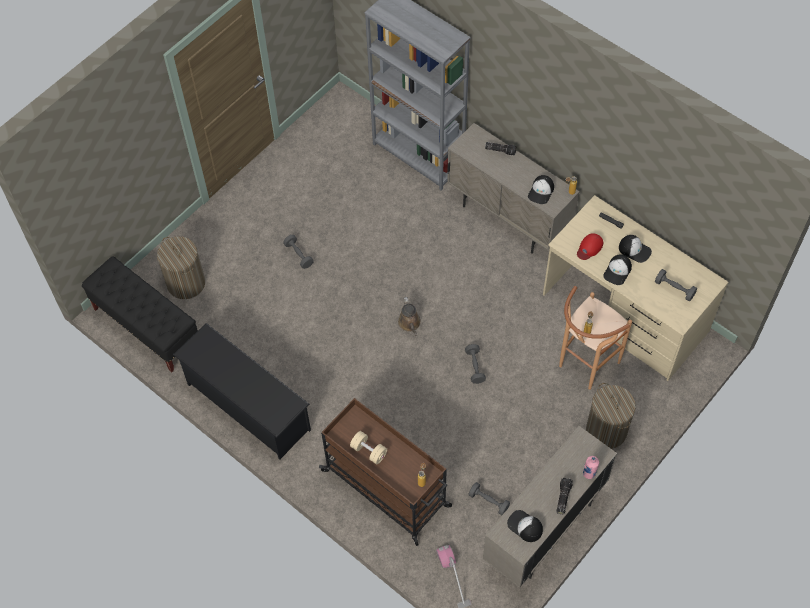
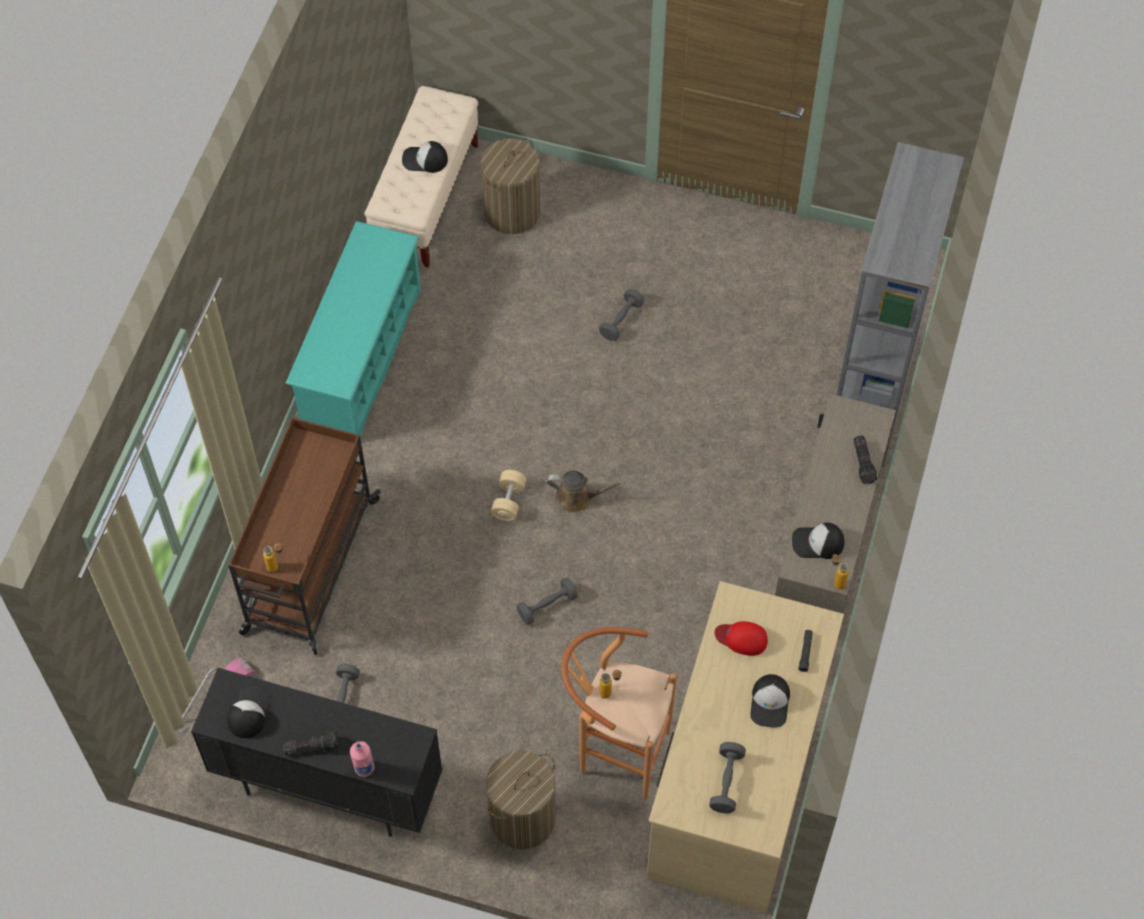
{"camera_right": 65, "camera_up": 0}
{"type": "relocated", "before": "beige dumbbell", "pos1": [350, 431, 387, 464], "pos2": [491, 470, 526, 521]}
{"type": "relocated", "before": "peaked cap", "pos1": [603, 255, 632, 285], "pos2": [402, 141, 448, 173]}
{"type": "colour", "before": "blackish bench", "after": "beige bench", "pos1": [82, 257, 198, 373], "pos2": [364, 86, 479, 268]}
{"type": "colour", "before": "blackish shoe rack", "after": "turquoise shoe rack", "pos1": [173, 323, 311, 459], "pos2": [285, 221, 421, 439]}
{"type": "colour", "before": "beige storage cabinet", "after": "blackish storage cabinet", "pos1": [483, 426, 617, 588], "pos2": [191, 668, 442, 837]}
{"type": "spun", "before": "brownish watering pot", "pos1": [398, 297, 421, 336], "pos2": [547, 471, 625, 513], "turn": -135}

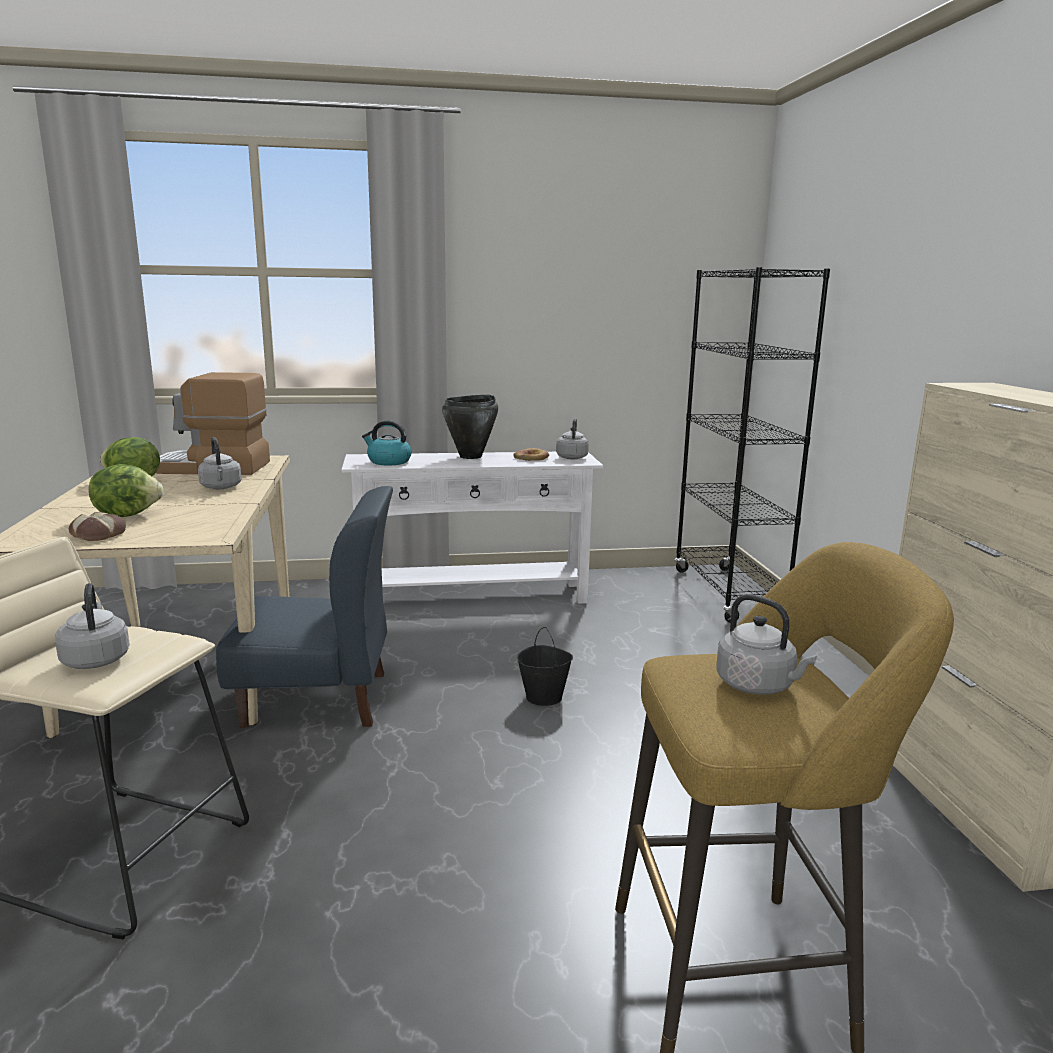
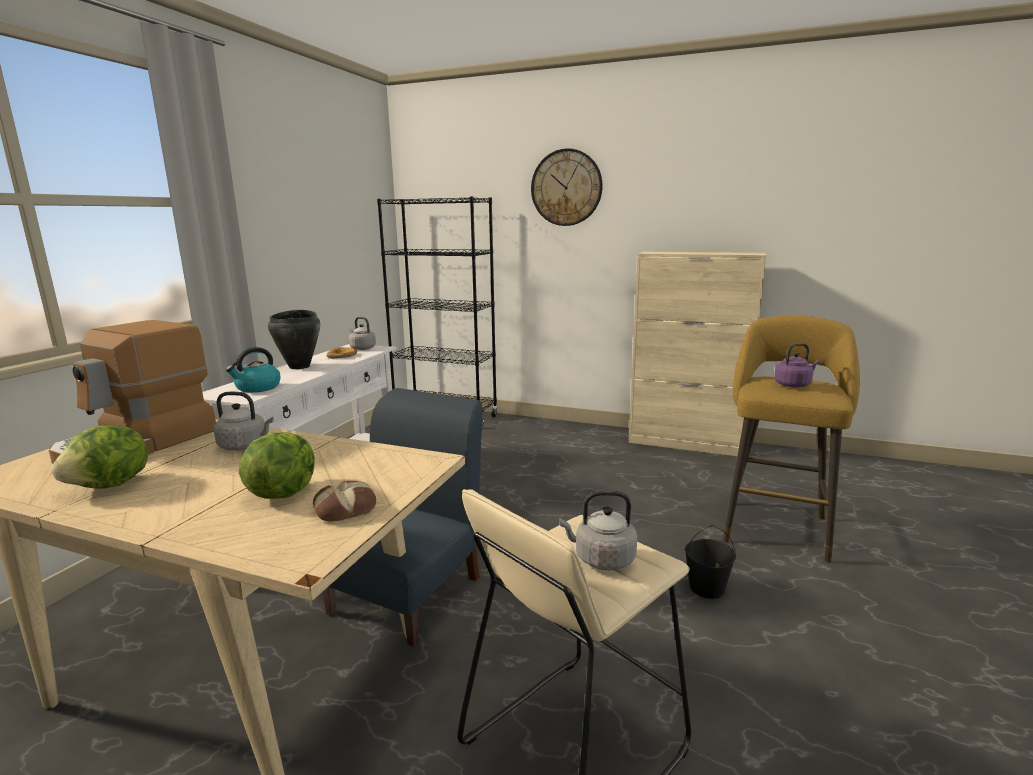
{"camera_right": -60, "camera_up": 0}
{"type": "appeared", "after": "clock on the wall", "pos2": [531, 148, 603, 226]}
{"type": "relocated", "before": "blackish pail", "pos1": [517, 627, 573, 706], "pos2": [685, 525, 736, 599]}
{"type": "colour", "before": "gray kettle", "after": "purplish kettle", "pos1": [716, 594, 817, 695], "pos2": [774, 343, 820, 387]}

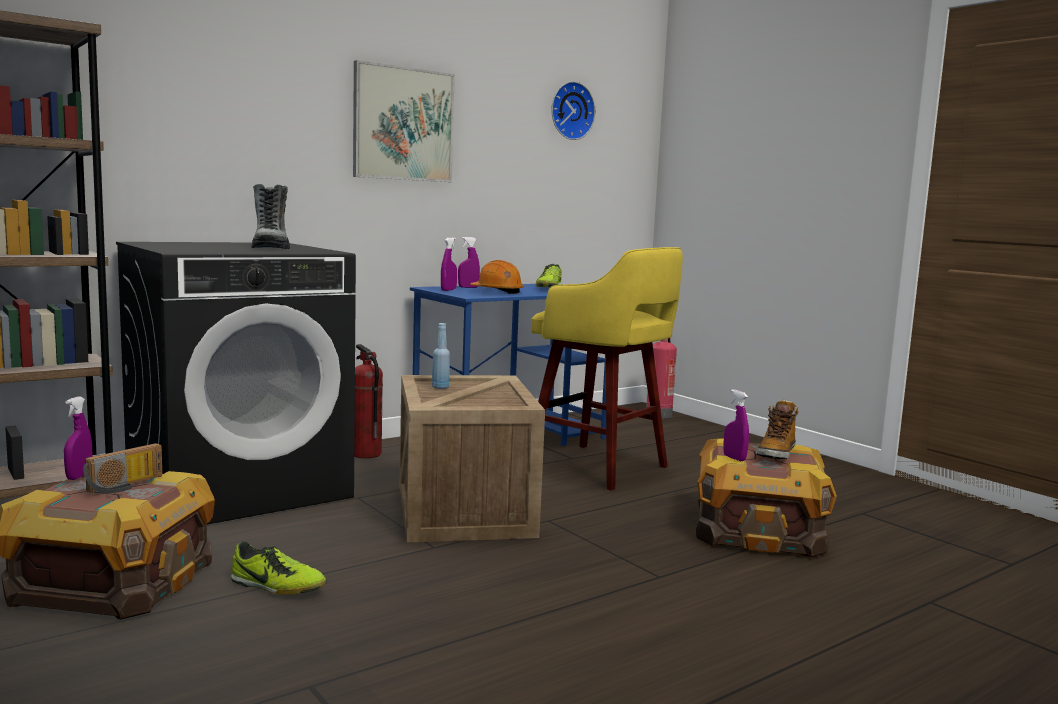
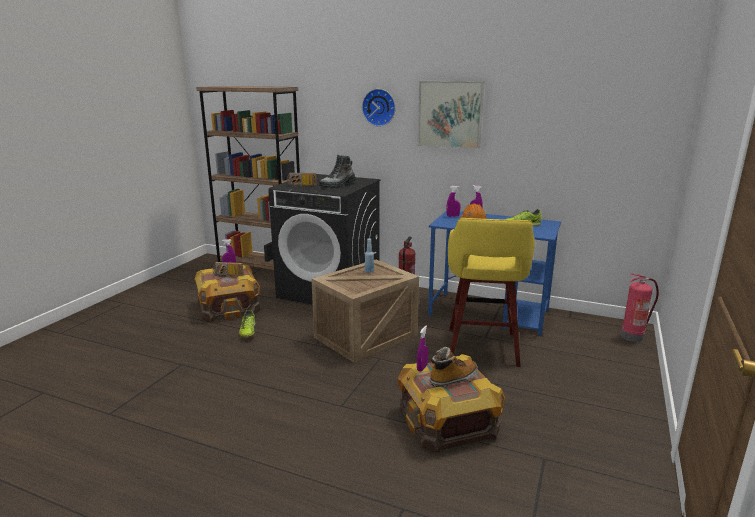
{"camera_right": 60, "camera_up": 10}
{"type": "appeared", "after": "radio receiver", "pos2": [287, 173, 317, 187]}
{"type": "relocated", "before": "clock on the wall", "pos1": [551, 81, 595, 140], "pos2": [362, 89, 396, 126]}
{"type": "spun", "before": "boot", "pos1": [756, 399, 799, 459], "pos2": [430, 347, 477, 387], "turn": 150}

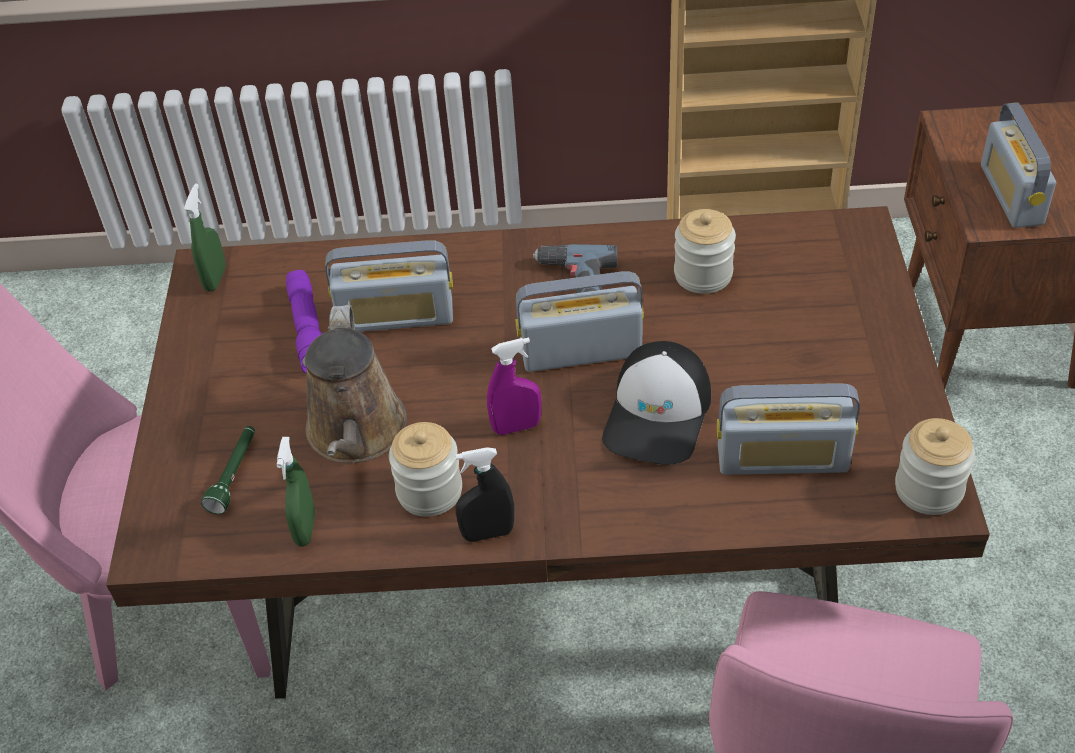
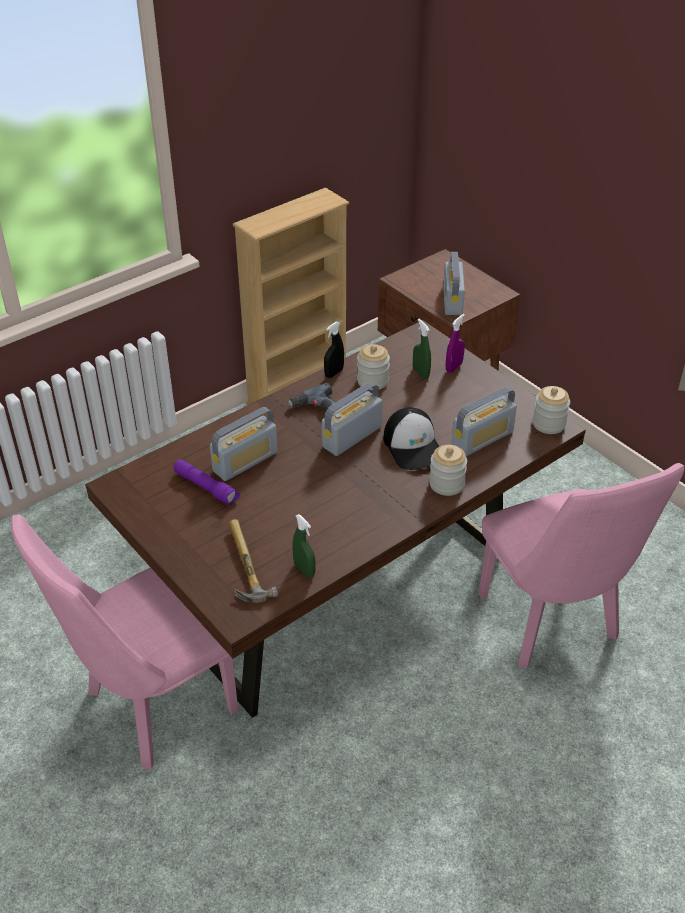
{"camera_right": -40, "camera_up": -5}
{"type": "missing", "before": "brownish watering pot", "pos1": [305, 304, 407, 463]}
{"type": "relocated", "before": "green hand sprayer", "pos1": [184, 183, 226, 292], "pos2": [413, 319, 431, 379]}
{"type": "relocated", "before": "storage jar", "pos1": [389, 422, 462, 517], "pos2": [429, 445, 467, 496]}
{"type": "relocated", "before": "blackish hand sprayer", "pos1": [455, 447, 514, 542], "pos2": [324, 322, 344, 378]}
{"type": "relocated", "before": "purplish hand sprayer", "pos1": [487, 337, 541, 435], "pos2": [446, 314, 465, 373]}
{"type": "exchanged", "before": "green torch", "after": "hammer", "pos1": [201, 426, 255, 514], "pos2": [229, 519, 279, 603]}
{"type": "spun", "before": "radio receiver", "pos1": [981, 102, 1056, 228], "pos2": [443, 252, 465, 315], "turn": 45}

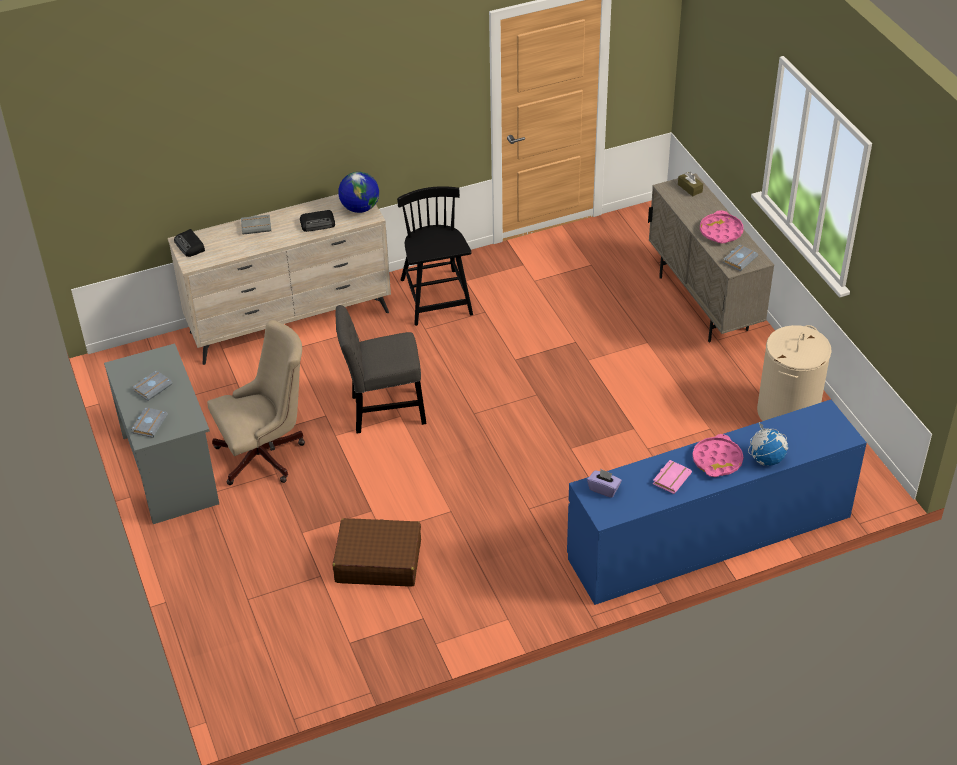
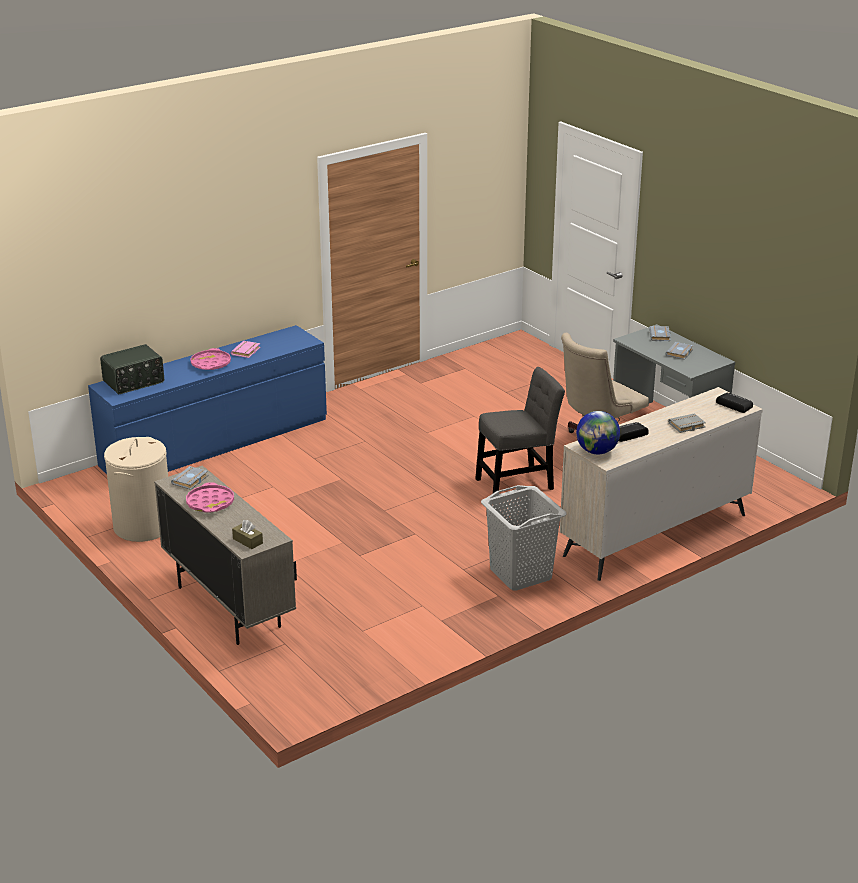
{"camera_right": 165, "camera_up": -15}
{"type": "missing", "before": "brownish piece of luggage", "pos1": [333, 518, 421, 586]}
{"type": "missing", "before": "purplish box of tissues", "pos1": [587, 469, 622, 498]}
{"type": "missing", "before": "world globe", "pos1": [748, 422, 788, 466]}
{"type": "appeared", "after": "radio receiver", "pos2": [100, 344, 164, 394]}
{"type": "exchanged", "before": "blackish upright chair", "after": "gray washing basket", "pos1": [397, 186, 473, 326], "pos2": [481, 485, 566, 590]}

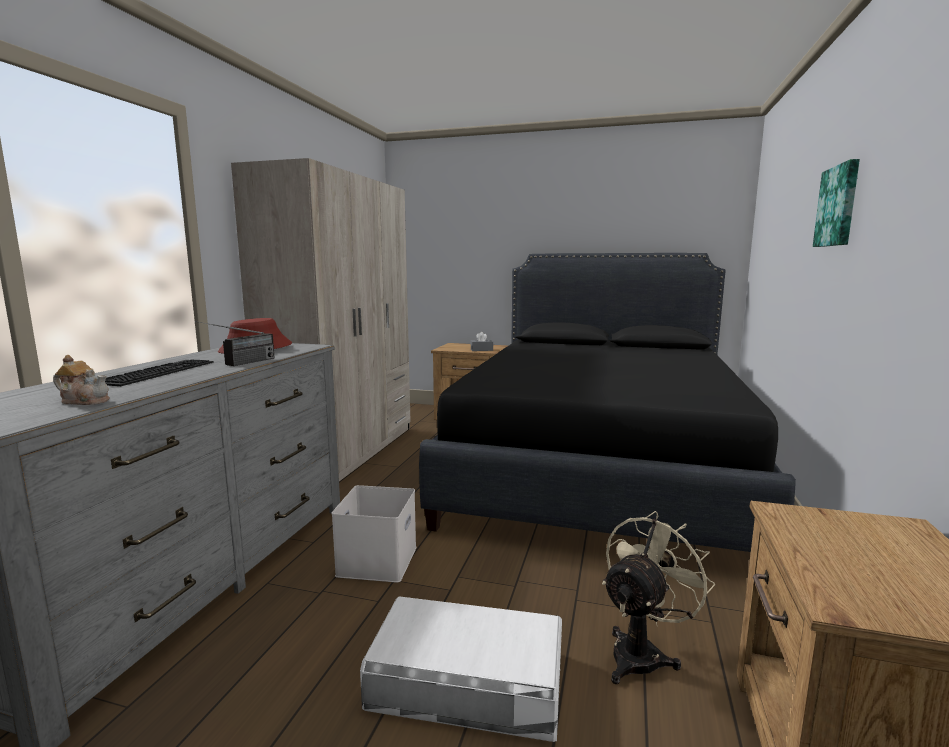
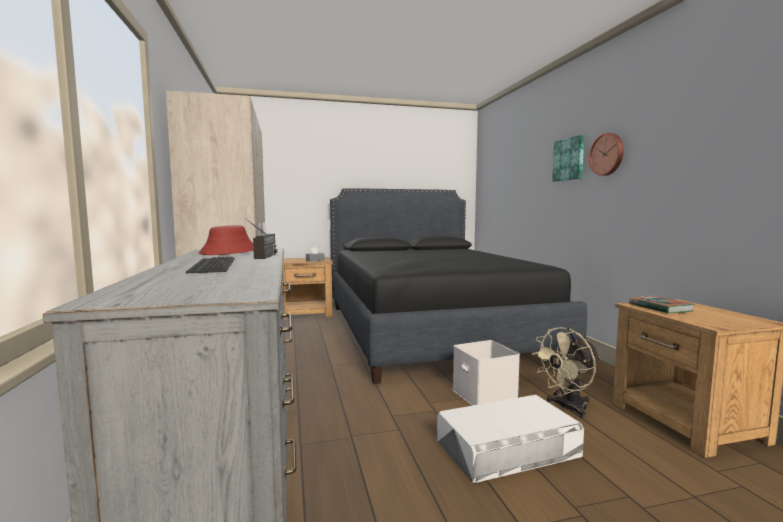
{"camera_right": -30, "camera_up": -5}
{"type": "missing", "before": "pot for tea", "pos1": [53, 355, 110, 405]}
{"type": "appeared", "after": "clock on the wall", "pos2": [589, 133, 624, 176]}
{"type": "appeared", "after": "book", "pos2": [629, 296, 695, 314]}
{"type": "relocated", "before": "whitish storage container", "pos1": [332, 485, 416, 583], "pos2": [453, 340, 520, 406]}
{"type": "spun", "before": "beige fan", "pos1": [602, 511, 715, 684], "pos2": [532, 327, 600, 419], "turn": -135}

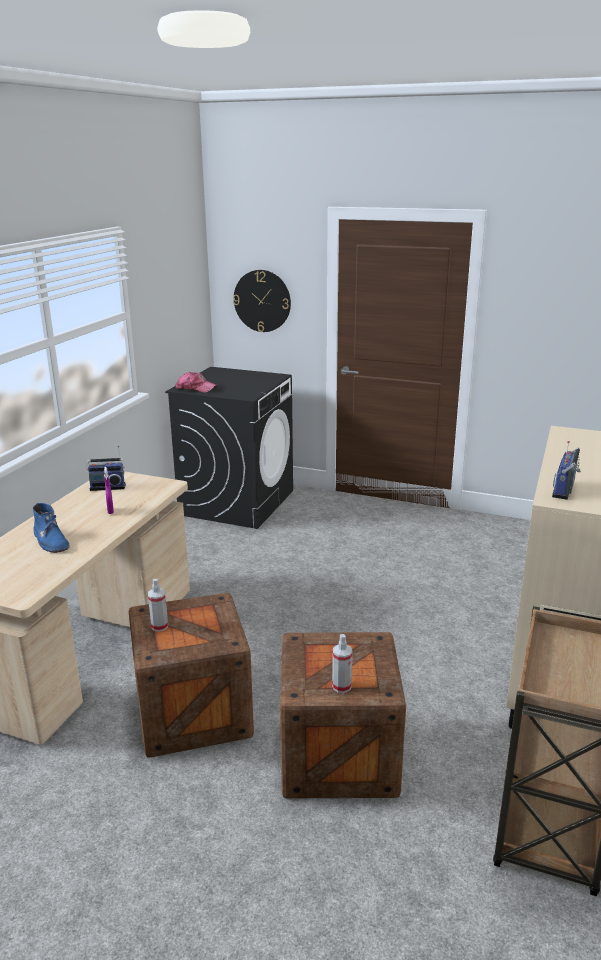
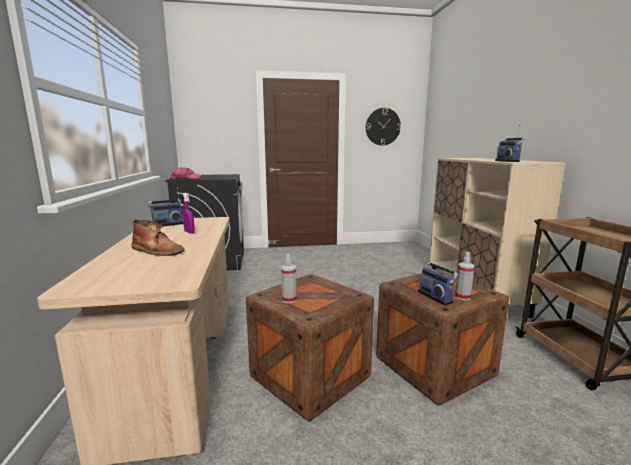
{"camera_right": -30, "camera_up": -10}
{"type": "appeared", "after": "radio receiver", "pos2": [418, 257, 458, 306]}
{"type": "relocated", "before": "clock on the wall", "pos1": [233, 270, 291, 332], "pos2": [366, 108, 401, 145]}
{"type": "colour", "before": "blue-coloured boot", "after": "brownish boot", "pos1": [33, 503, 70, 553], "pos2": [131, 219, 184, 256]}

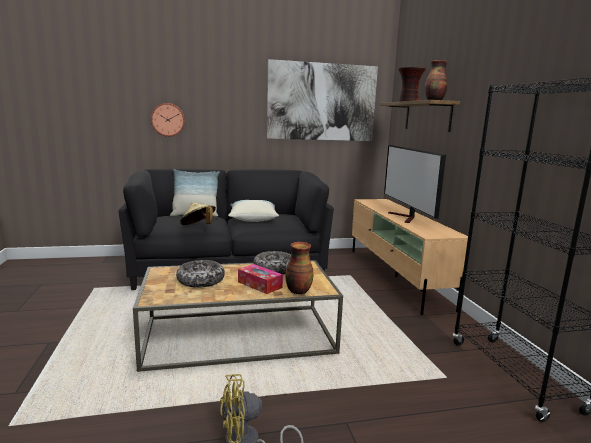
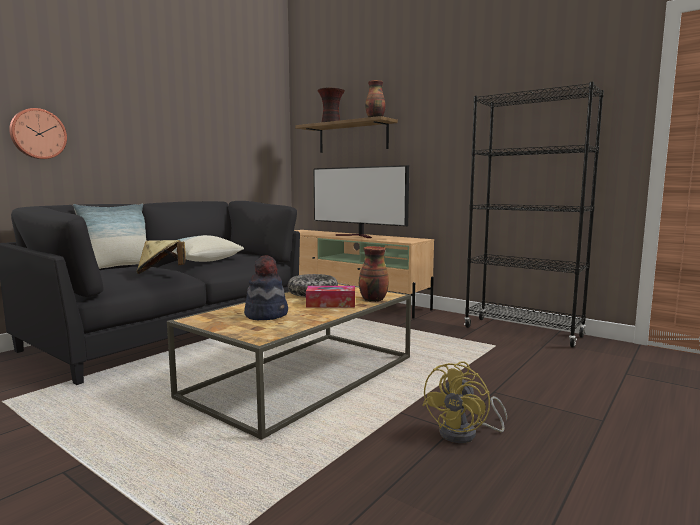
{"camera_right": -40, "camera_up": -5}
{"type": "missing", "before": "picture", "pos1": [267, 59, 378, 141]}
{"type": "exchanged", "before": "bowl", "after": "hat", "pos1": [176, 260, 225, 288], "pos2": [244, 255, 288, 320]}

